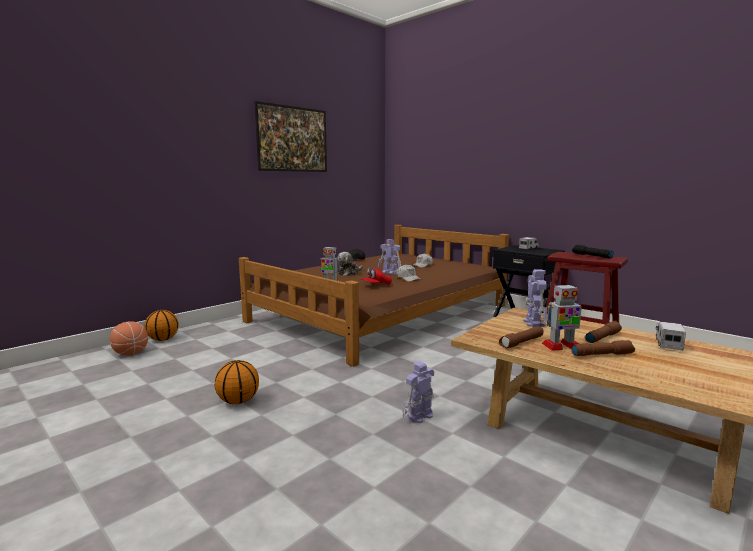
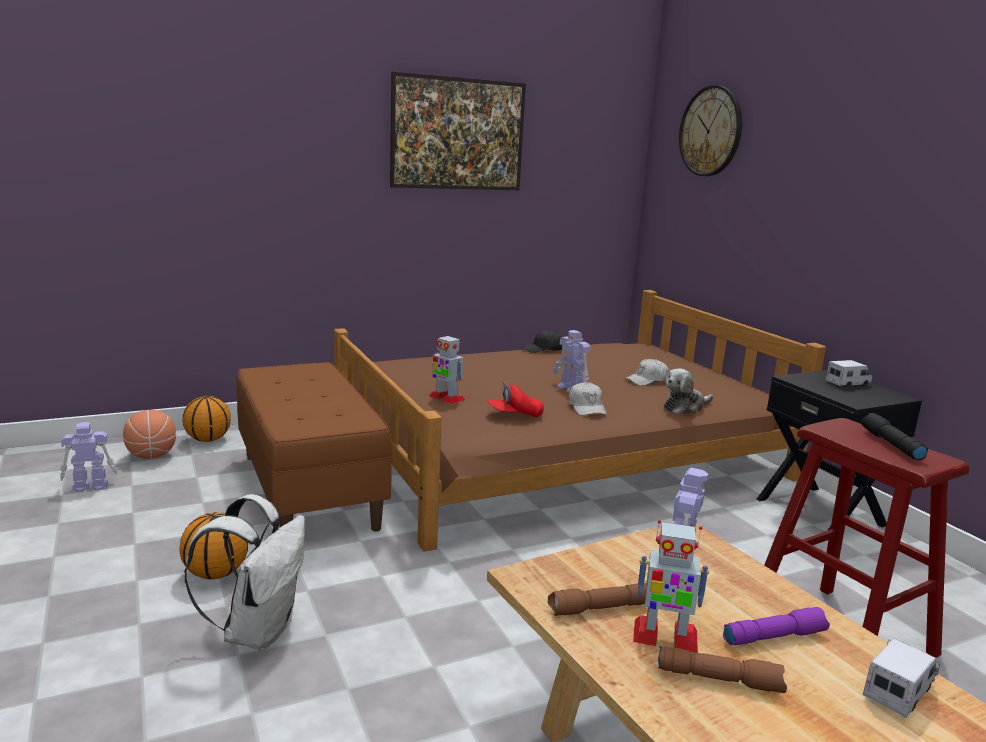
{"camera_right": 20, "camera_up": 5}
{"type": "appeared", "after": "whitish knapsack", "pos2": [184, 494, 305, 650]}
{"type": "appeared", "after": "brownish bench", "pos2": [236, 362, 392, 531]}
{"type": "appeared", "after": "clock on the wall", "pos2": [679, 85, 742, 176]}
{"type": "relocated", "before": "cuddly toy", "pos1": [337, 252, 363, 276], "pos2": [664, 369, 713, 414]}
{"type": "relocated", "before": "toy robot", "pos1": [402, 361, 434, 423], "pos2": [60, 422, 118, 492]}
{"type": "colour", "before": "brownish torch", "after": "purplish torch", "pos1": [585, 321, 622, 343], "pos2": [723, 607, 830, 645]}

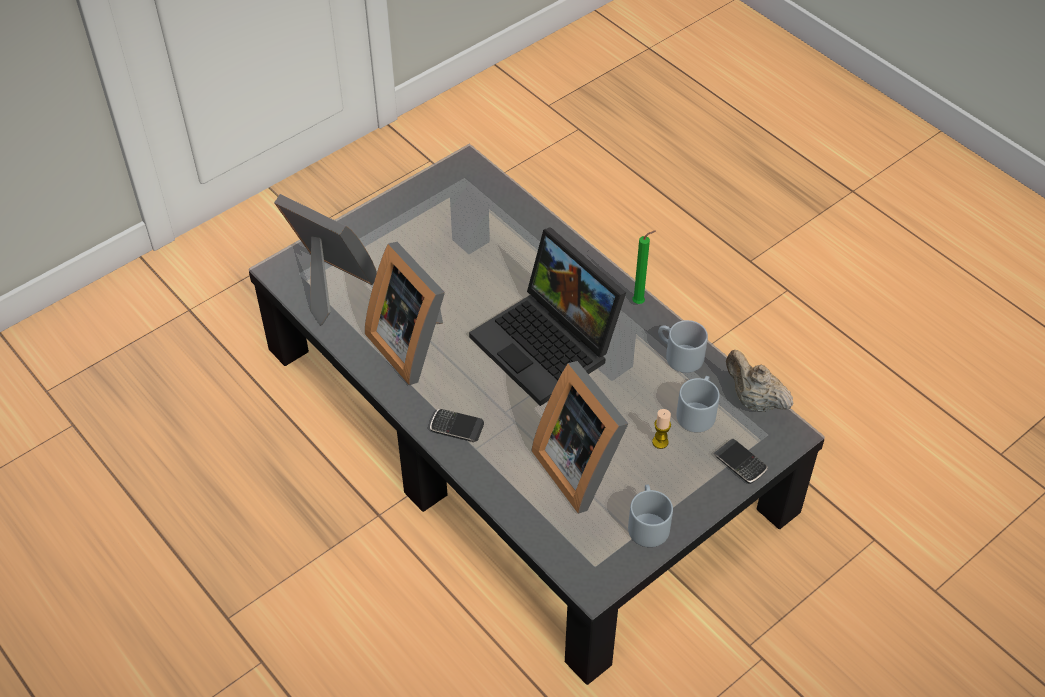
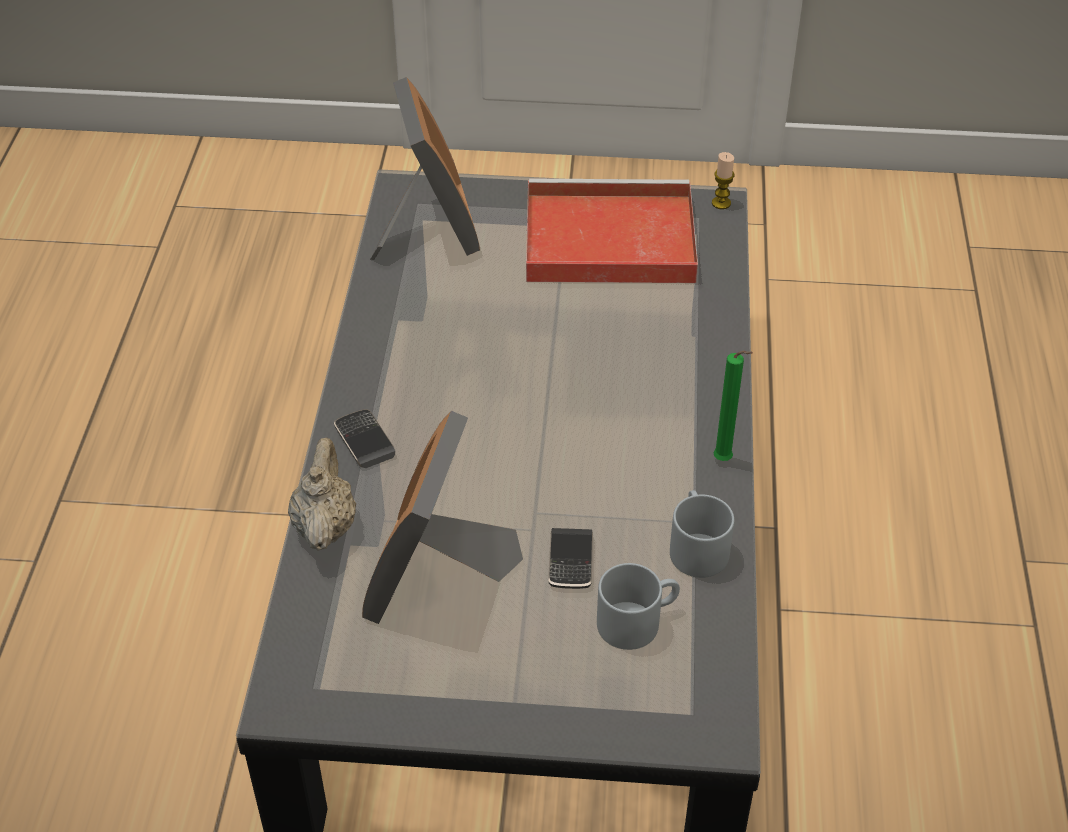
{"camera_right": 45, "camera_up": -5}
{"type": "missing", "before": "photo frame", "pos1": [365, 242, 445, 385]}
{"type": "missing", "before": "notebook computer", "pos1": [469, 227, 626, 406]}
{"type": "missing", "before": "gray tea mug", "pos1": [628, 485, 673, 547]}
{"type": "appeared", "after": "red tray", "pos2": [526, 178, 698, 283]}
{"type": "relocated", "before": "wax light", "pos1": [652, 409, 671, 449], "pos2": [712, 152, 735, 209]}
{"type": "relocated", "before": "telephone", "pos1": [714, 439, 768, 484], "pos2": [548, 528, 593, 589]}
{"type": "relocated", "before": "beige pot for tea", "pos1": [726, 350, 794, 412], "pos2": [288, 438, 356, 551]}

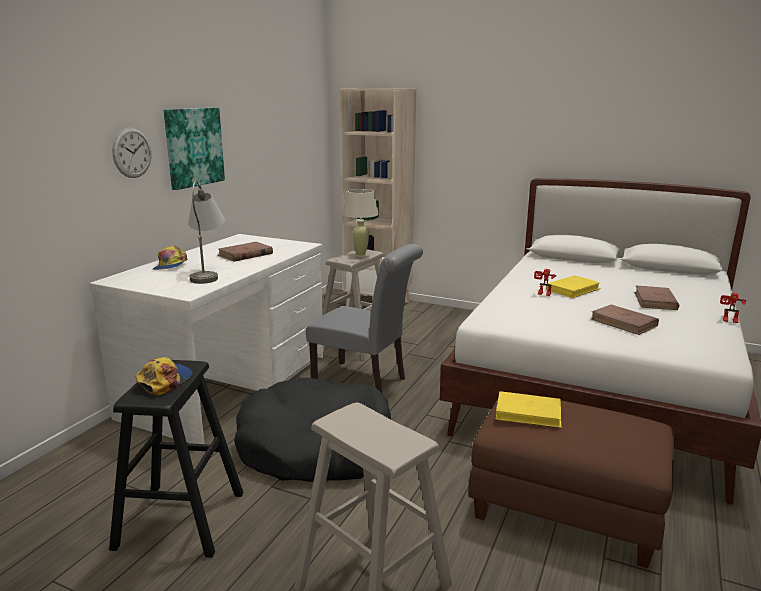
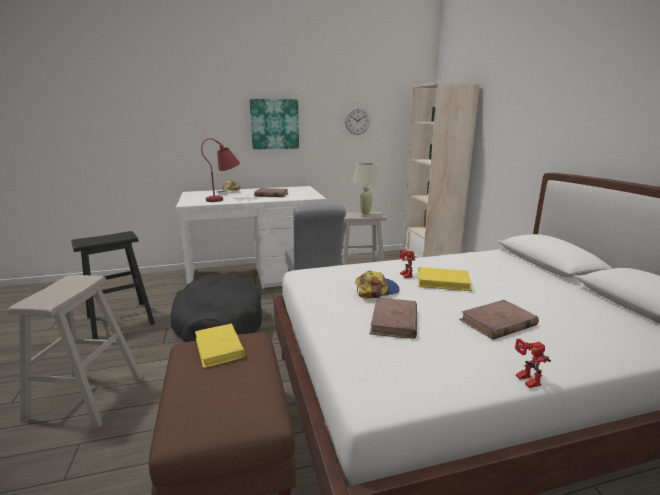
{"camera_right": 50, "camera_up": 0}
{"type": "relocated", "before": "clock on the wall", "pos1": [112, 127, 151, 178], "pos2": [345, 107, 370, 135]}
{"type": "relocated", "before": "peaked cap", "pos1": [135, 357, 193, 395], "pos2": [355, 271, 400, 298]}
{"type": "colour", "before": "gray table lamp", "after": "red table lamp", "pos1": [188, 181, 225, 284], "pos2": [201, 138, 240, 202]}

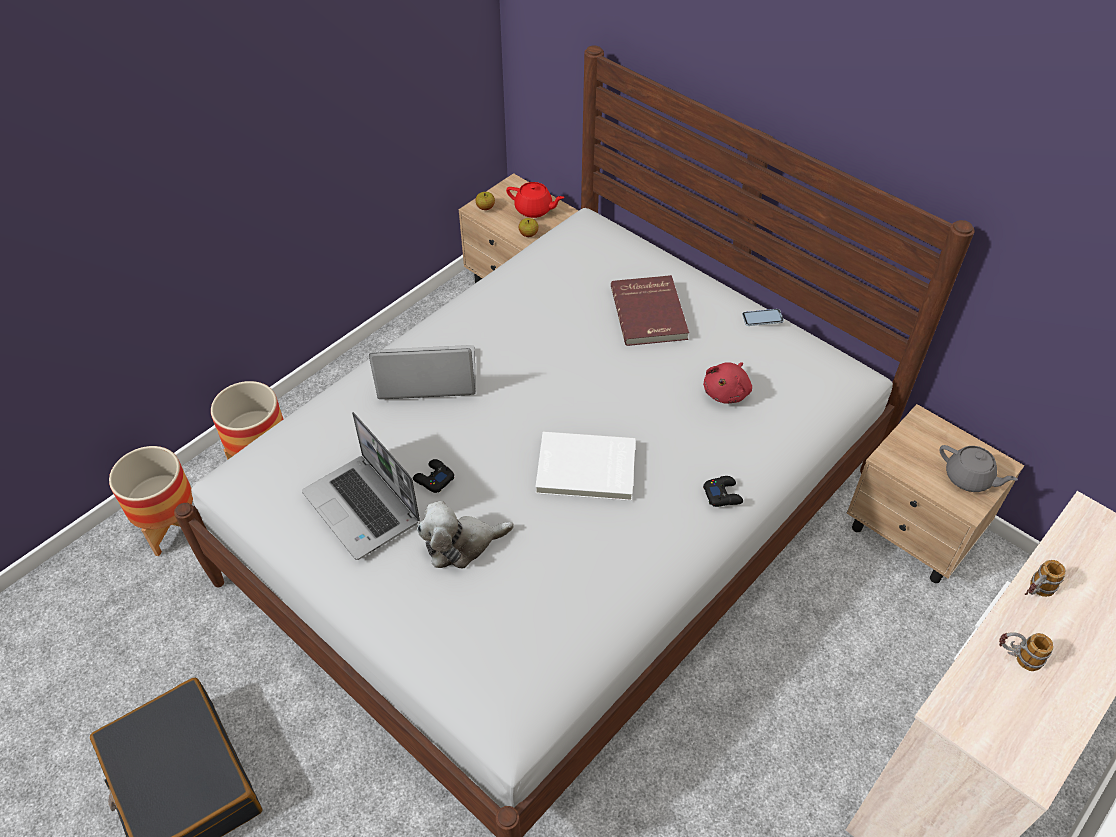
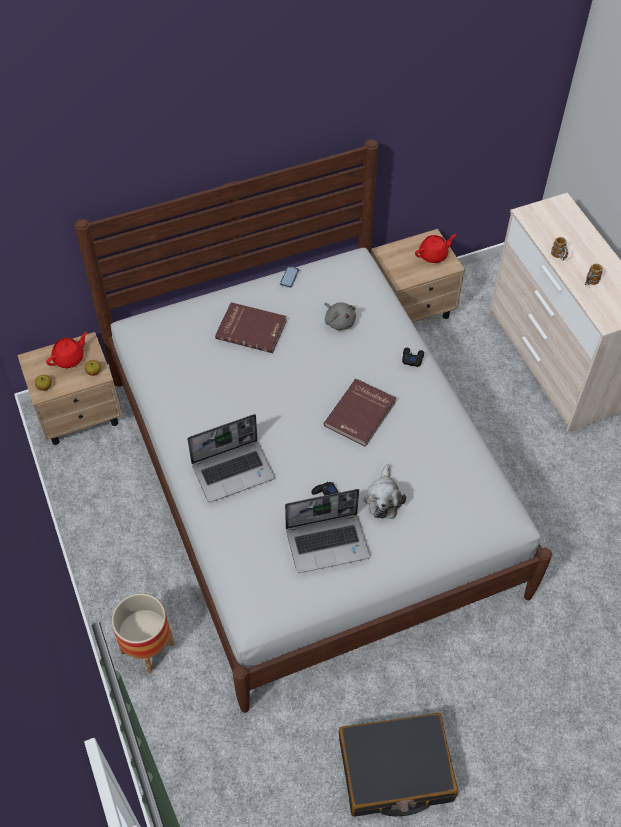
{"camera_right": -65, "camera_up": 5}
{"type": "missing", "before": "flower pot", "pos1": [109, 446, 193, 556]}
{"type": "colour", "before": "whitish book", "after": "red book", "pos1": [535, 431, 636, 501], "pos2": [324, 379, 396, 447]}
{"type": "colour", "before": "red cuddly toy", "after": "gray cuddly toy", "pos1": [703, 362, 752, 404], "pos2": [324, 302, 356, 330]}
{"type": "colour", "before": "gray pot for tea", "after": "red pot for tea", "pos1": [940, 445, 1018, 492], "pos2": [415, 234, 456, 263]}
{"type": "spun", "before": "notebook computer", "pos1": [369, 345, 476, 399], "pos2": [187, 414, 275, 502], "turn": -135}

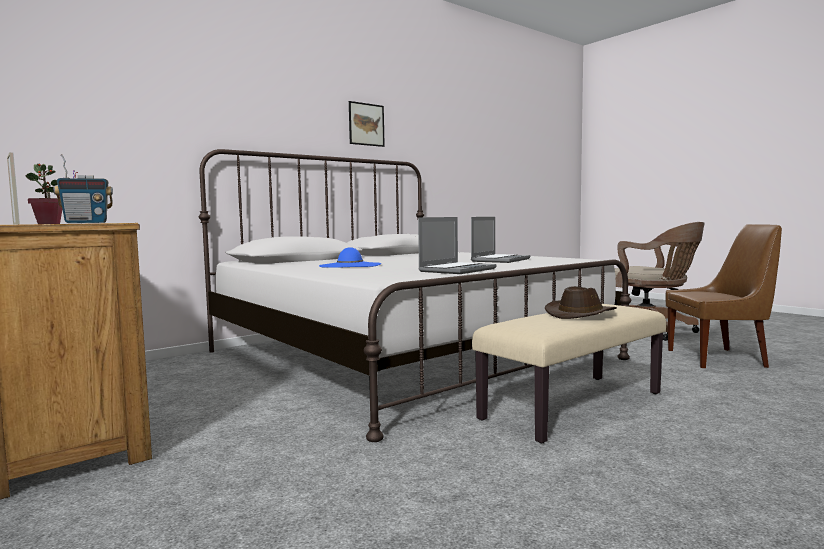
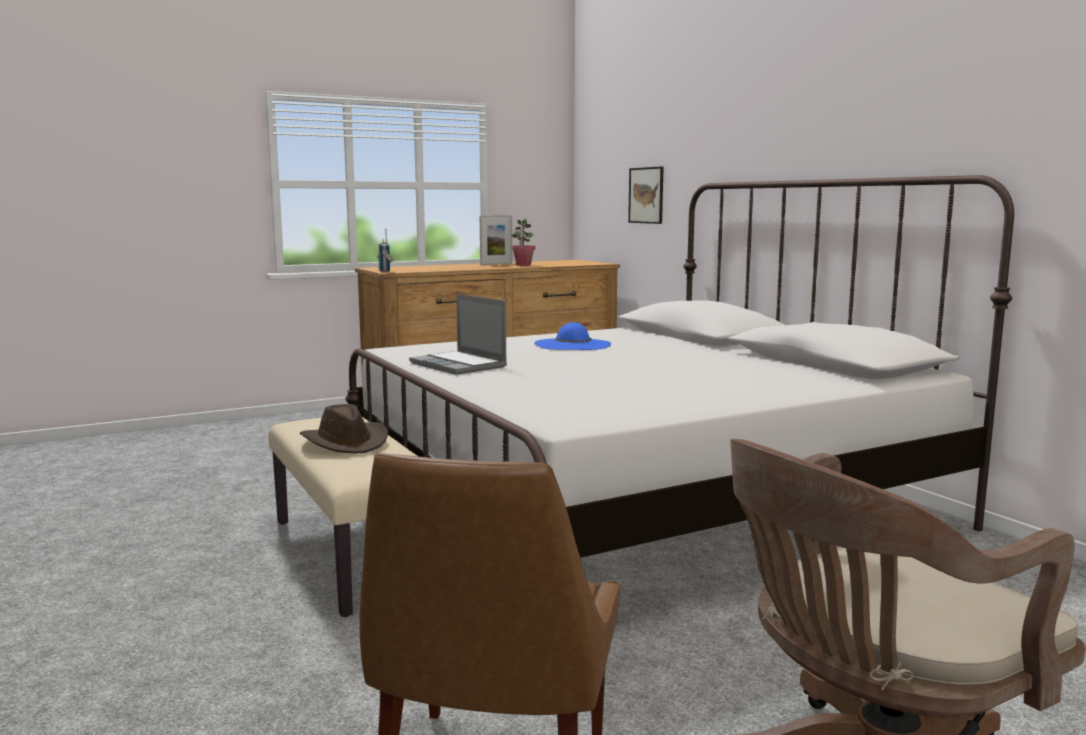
{"camera_right": 100, "camera_up": 5}
{"type": "missing", "before": "notebook computer", "pos1": [471, 217, 530, 263]}
{"type": "relocated", "before": "picture", "pos1": [349, 101, 385, 147], "pos2": [628, 166, 663, 224]}

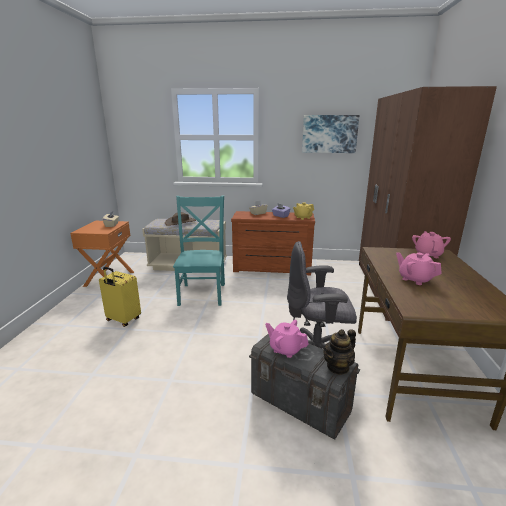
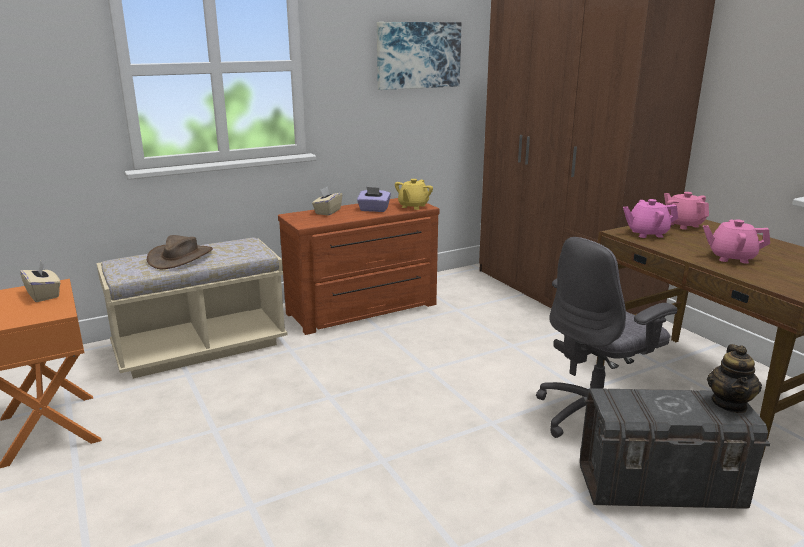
{"camera_right": -35, "camera_up": 0}
{"type": "missing", "before": "yellowish piece of luggage", "pos1": [99, 267, 141, 327]}
{"type": "missing", "before": "turquoise upright chair", "pos1": [173, 196, 225, 306]}
{"type": "relocated", "before": "pinkish pot for tea", "pos1": [265, 320, 309, 358], "pos2": [623, 199, 678, 238]}

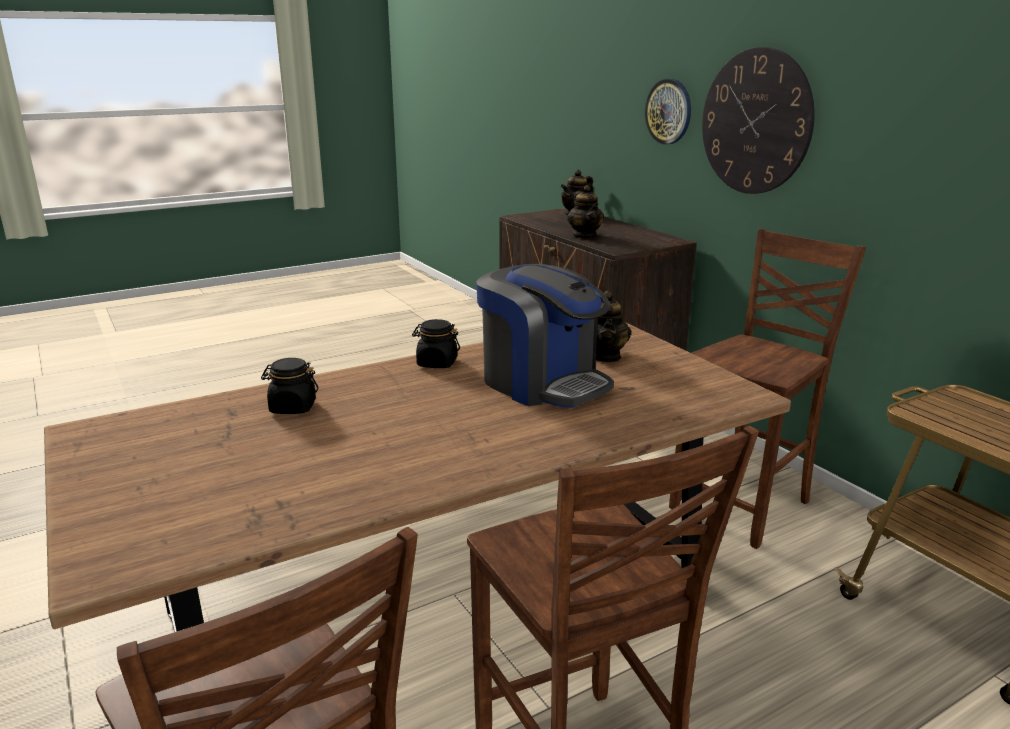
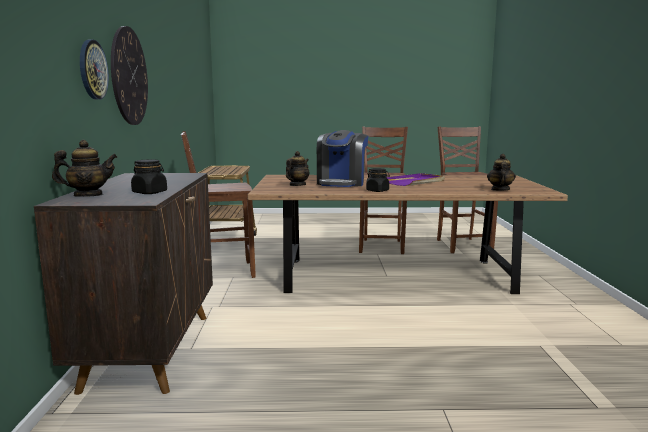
{"camera_right": -150, "camera_up": -10}
{"type": "appeared", "after": "purplish tray", "pos2": [386, 173, 445, 186]}
{"type": "relocated", "before": "blackish storage jar", "pos1": [261, 358, 318, 414], "pos2": [131, 159, 167, 194]}
{"type": "relocated", "before": "pot for tea", "pos1": [567, 185, 604, 239], "pos2": [487, 154, 516, 191]}
{"type": "spun", "before": "coffee machine", "pos1": [476, 264, 614, 408], "pos2": [317, 130, 368, 187], "turn": -150}

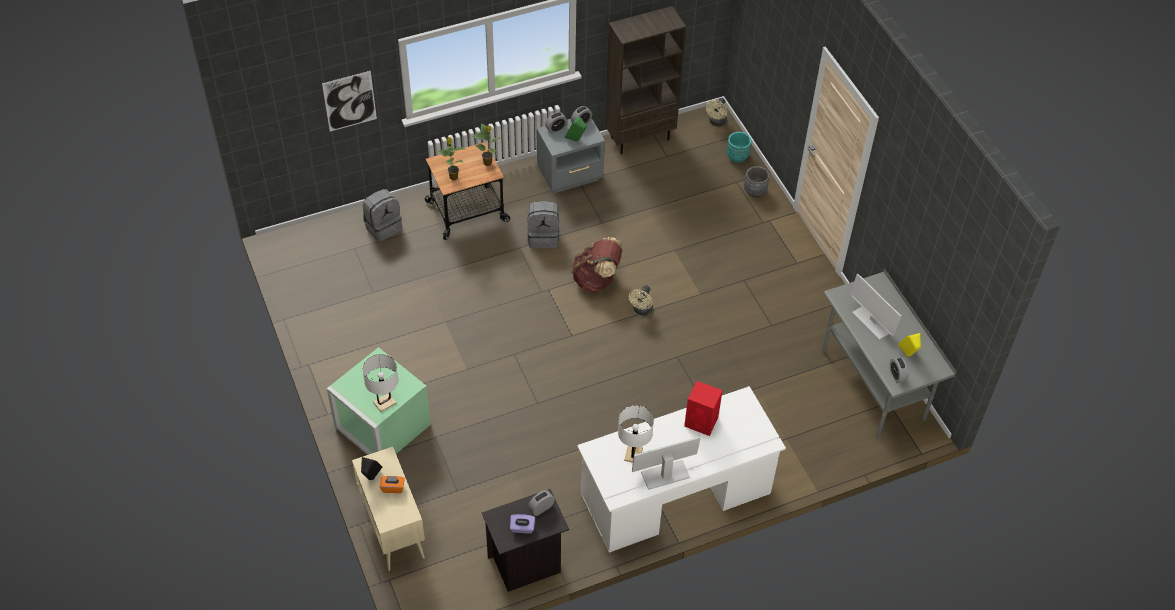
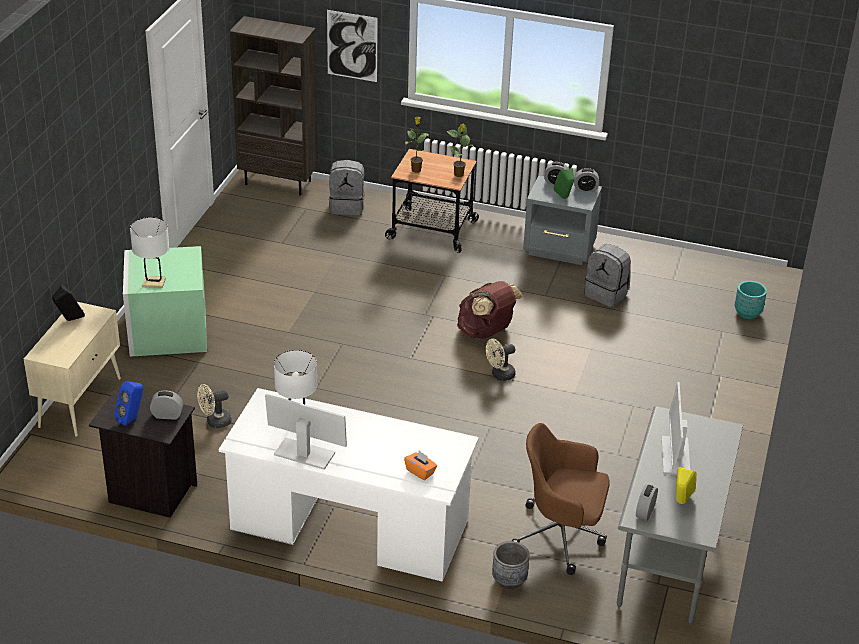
{"camera_right": 40, "camera_up": -15}
{"type": "missing", "before": "red loudspeaker", "pos1": [684, 381, 723, 436]}
{"type": "appeared", "after": "brownish computer chair", "pos2": [512, 423, 610, 575]}
{"type": "relocated", "before": "orangey box of tissues", "pos1": [380, 476, 405, 493], "pos2": [404, 451, 437, 480]}
{"type": "relocated", "before": "gray knapsack", "pos1": [527, 201, 559, 248], "pos2": [584, 244, 631, 307]}
{"type": "relocated", "before": "brownish bookshelf", "pos1": [605, 6, 686, 154], "pos2": [230, 16, 318, 196]}
{"type": "relocated", "before": "beige fan", "pos1": [706, 98, 727, 126], "pos2": [197, 384, 231, 428]}
{"type": "relocated", "before": "gray flower pot", "pos1": [744, 166, 770, 197], "pos2": [492, 541, 530, 589]}
{"type": "exchanged", "before": "purplish box of tissues", "after": "blue-coloured loudspeaker", "pos1": [510, 514, 535, 533], "pos2": [114, 381, 143, 426]}

